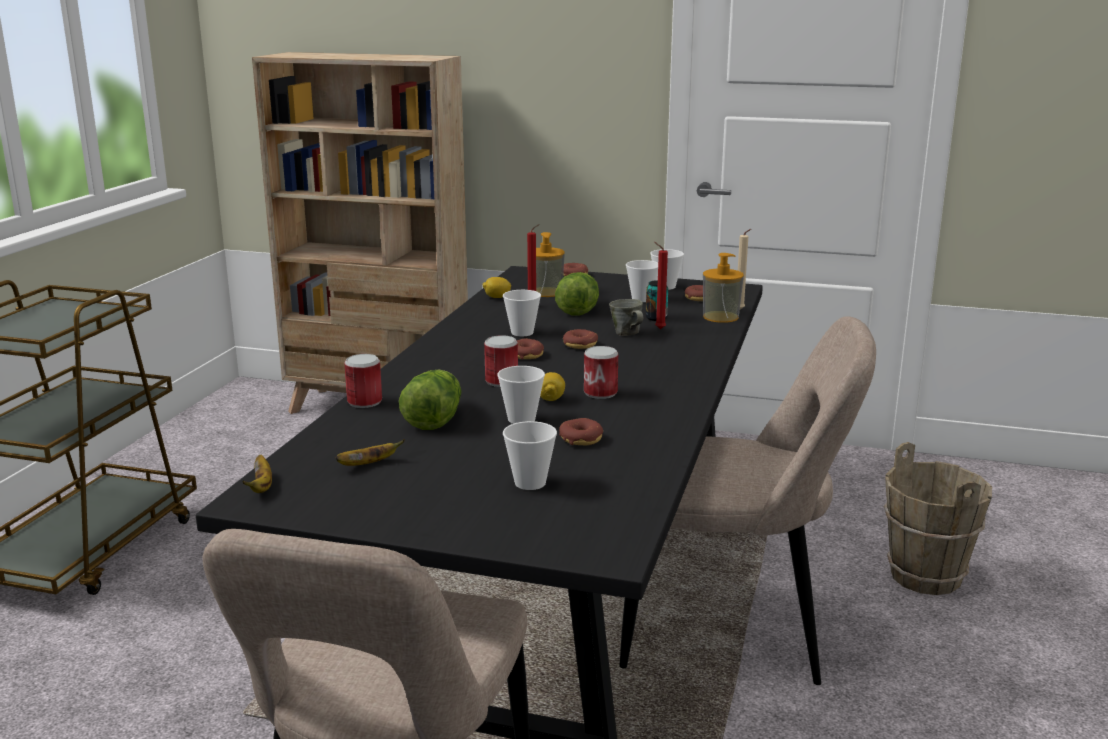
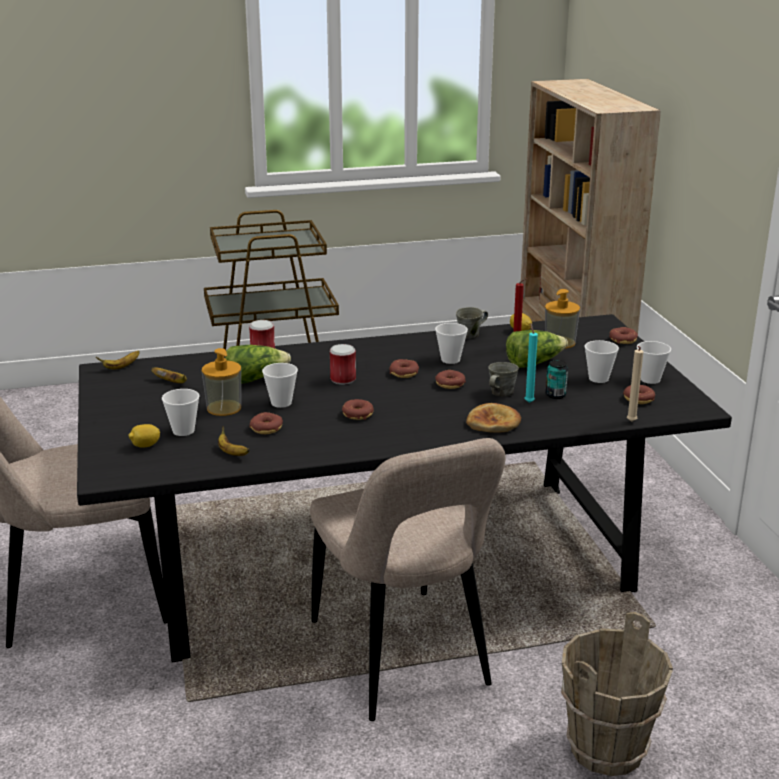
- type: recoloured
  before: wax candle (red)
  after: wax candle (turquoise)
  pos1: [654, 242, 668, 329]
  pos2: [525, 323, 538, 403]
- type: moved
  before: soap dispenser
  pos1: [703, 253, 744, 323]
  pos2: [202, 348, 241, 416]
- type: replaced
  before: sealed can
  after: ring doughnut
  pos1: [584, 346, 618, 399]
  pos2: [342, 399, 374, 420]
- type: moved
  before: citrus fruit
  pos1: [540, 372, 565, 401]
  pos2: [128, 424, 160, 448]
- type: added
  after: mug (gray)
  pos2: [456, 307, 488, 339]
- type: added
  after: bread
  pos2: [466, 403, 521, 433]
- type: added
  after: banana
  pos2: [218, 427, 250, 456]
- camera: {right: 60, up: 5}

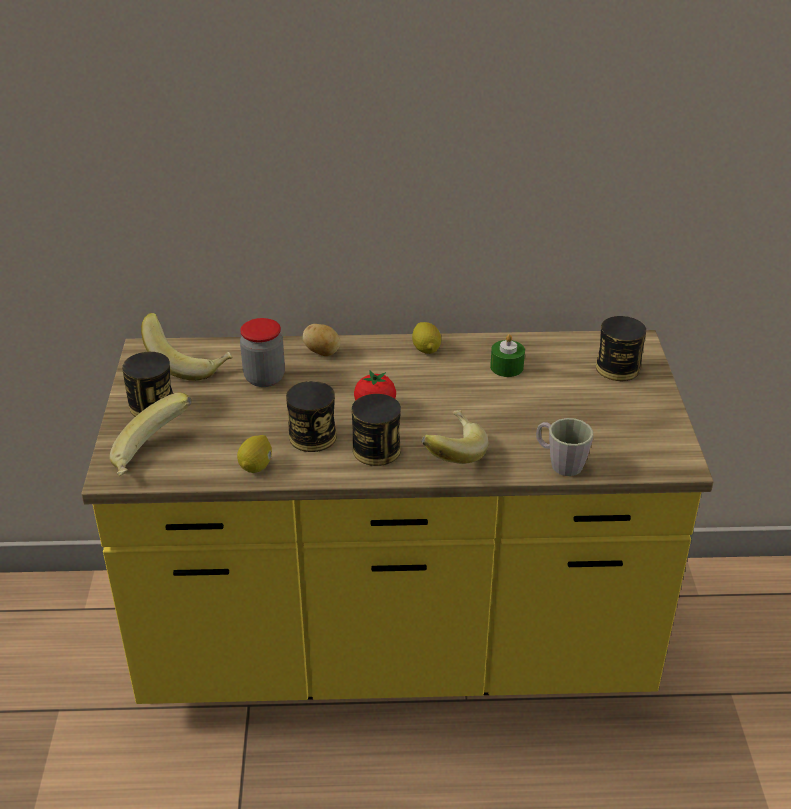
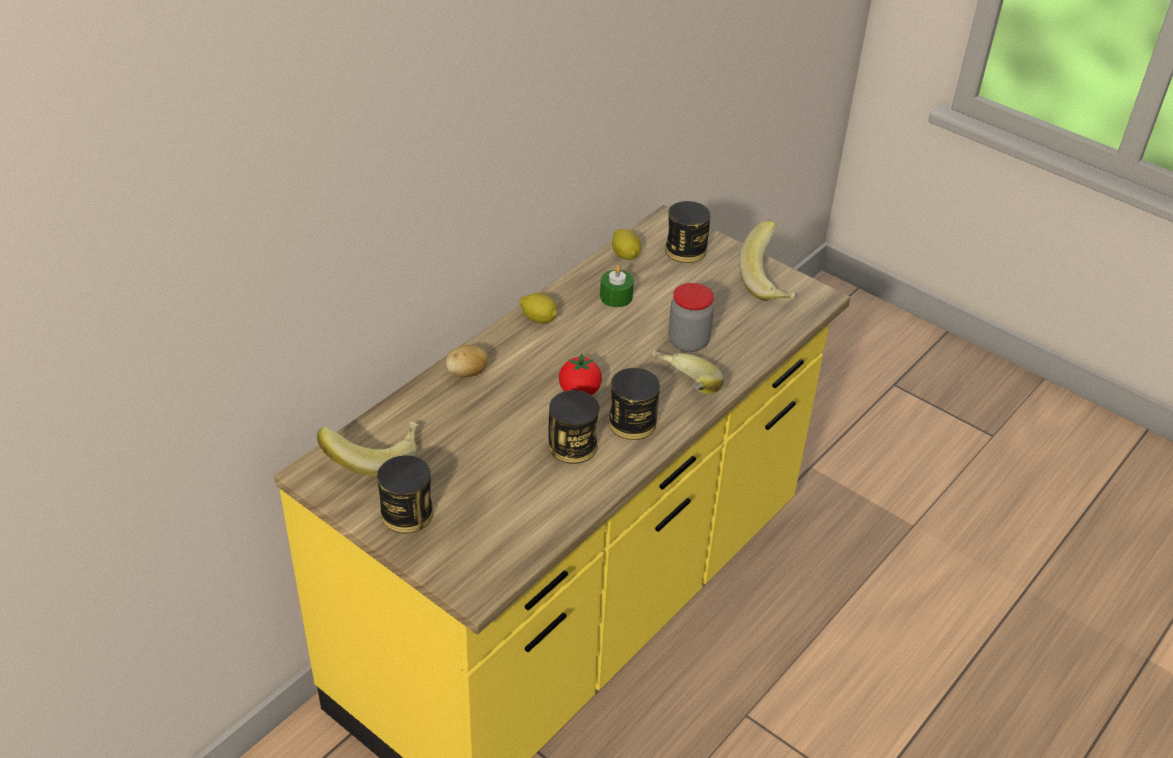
- type: moved
  before: jar
  pos1: [240, 318, 285, 387]
  pos2: [668, 283, 714, 352]
- type: moved
  before: banana
  pos1: [110, 393, 192, 476]
  pos2: [739, 221, 795, 301]
- type: removed
  before: mug (gray)
  pos1: [536, 418, 594, 476]
- type: moved
  before: citrus fruit
  pos1: [237, 435, 272, 473]
  pos2: [612, 229, 642, 260]
- camera: {right: -50, up: 5}

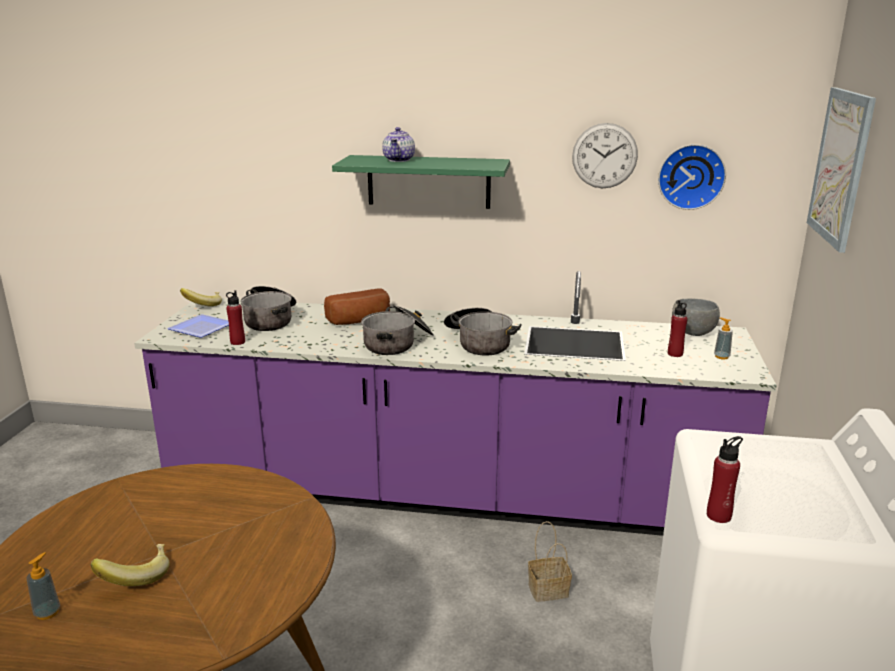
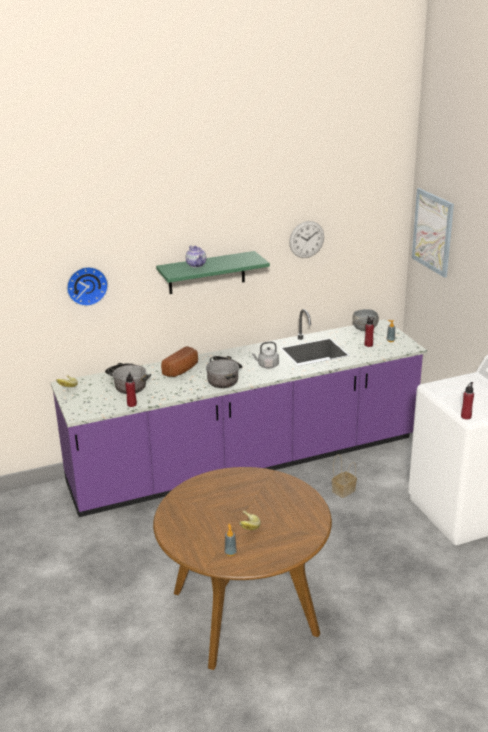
- type: moved
  before: clock on the wall
  pos1: [658, 144, 726, 210]
  pos2: [67, 267, 108, 306]
- type: replaced
  before: stockpot
  after: water kettle (gray)
  pos1: [444, 308, 522, 356]
  pos2: [252, 342, 279, 369]
- type: removed
  before: dinner plate
  pos1: [167, 314, 229, 338]
- camera: {right: -30, up: 5}

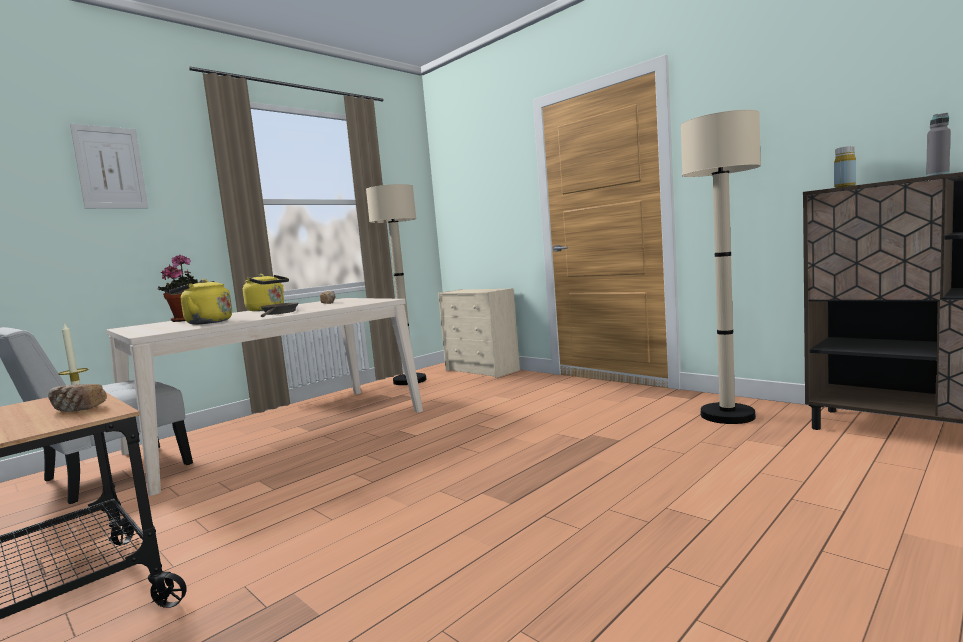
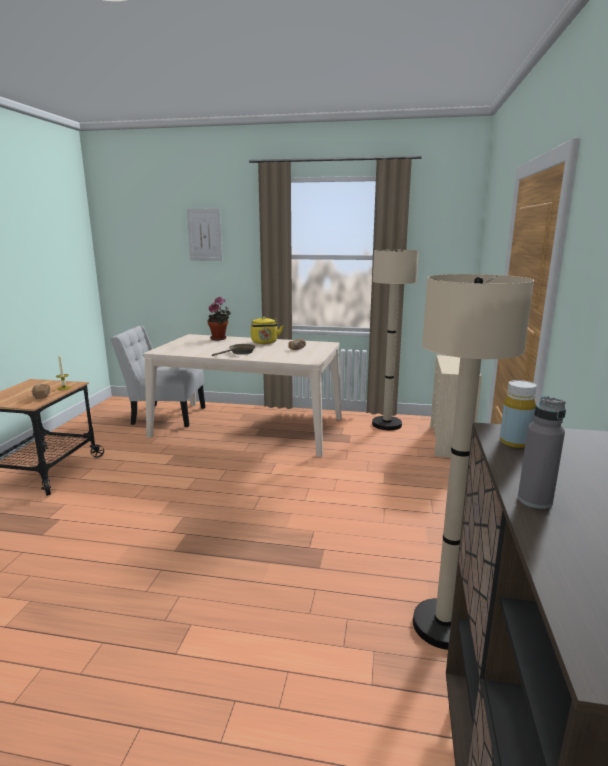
- type: removed
  before: water kettle (yellow-coloured)
  pos1: [169, 279, 232, 324]
- camera: {right: 55, up: 10}

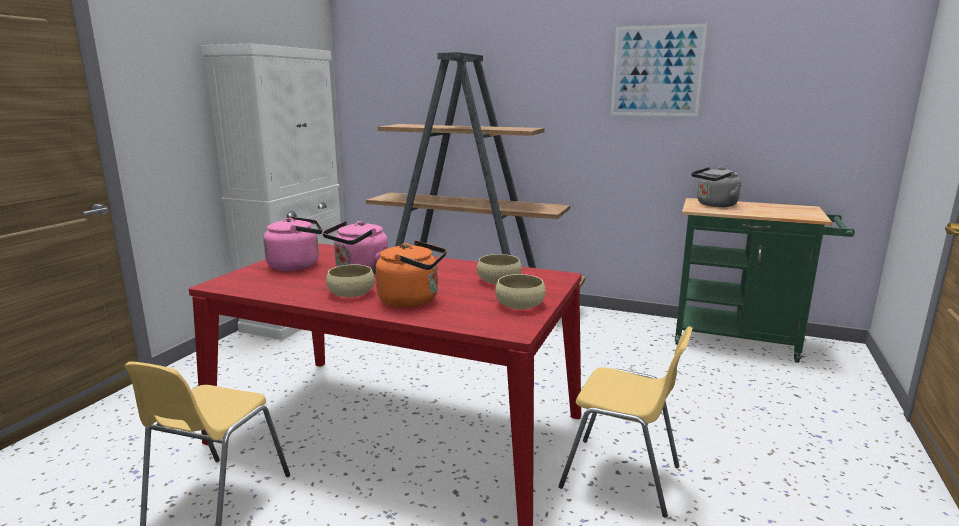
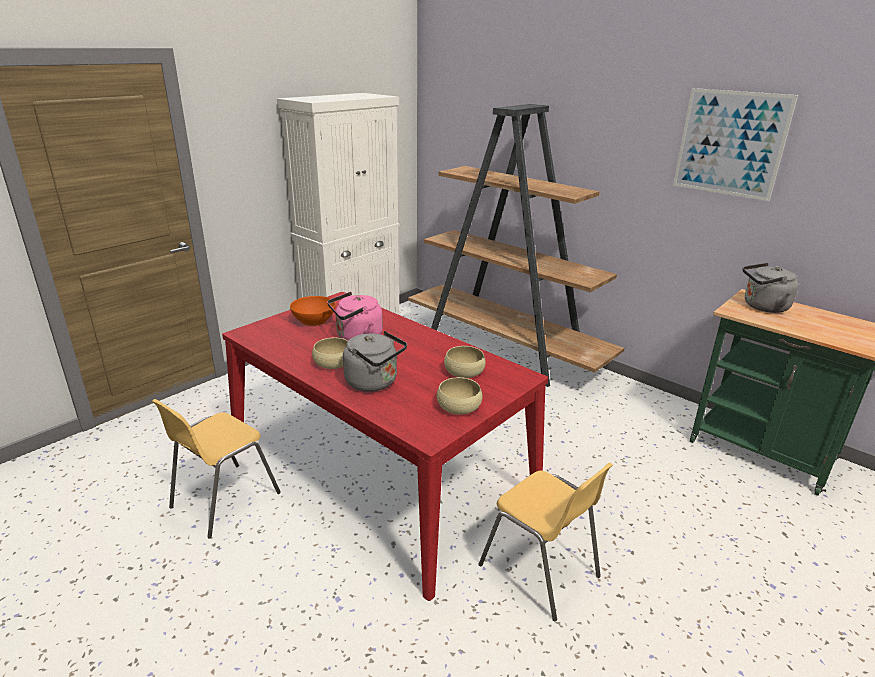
- type: replaced
  before: water kettle (pink)
  after: deep dish (orange-coloured)
  pos1: [264, 216, 322, 271]
  pos2: [290, 296, 336, 326]
- type: recoloured
  before: water kettle (orange-coloured)
  after: water kettle (gray)
  pos1: [376, 241, 447, 308]
  pos2: [343, 331, 407, 392]
- camera: {right: 20, up: 10}

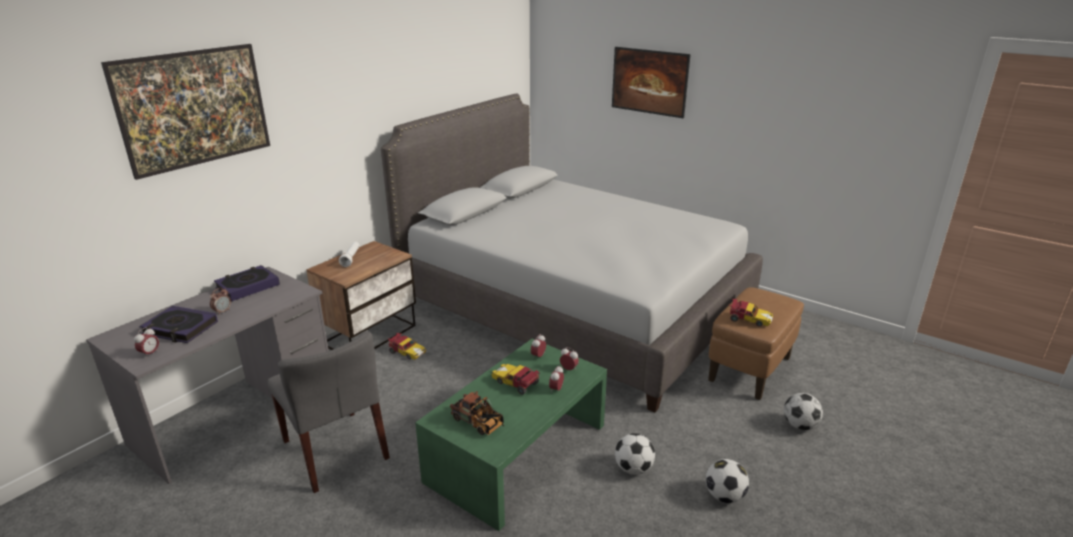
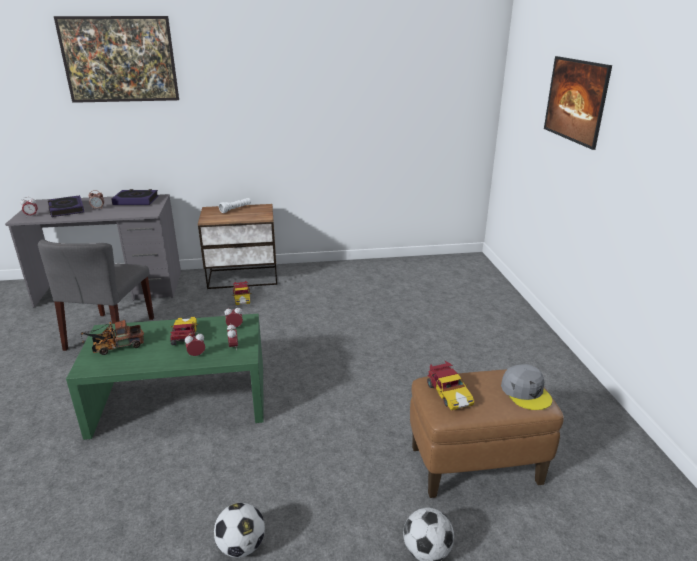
- type: removed
  before: sleeping bed (gray)
  pos1: [381, 93, 763, 412]
- type: turned
  before: toy truck
  pos1: [450, 391, 504, 435]
  pos2: [81, 320, 144, 355]
  turn: 75
- type: removed
  before: ball for football
  pos1: [615, 433, 655, 475]
- type: added
  after: cap (gray)
  pos2: [501, 364, 552, 410]
- camera: {right: 45, up: 0}

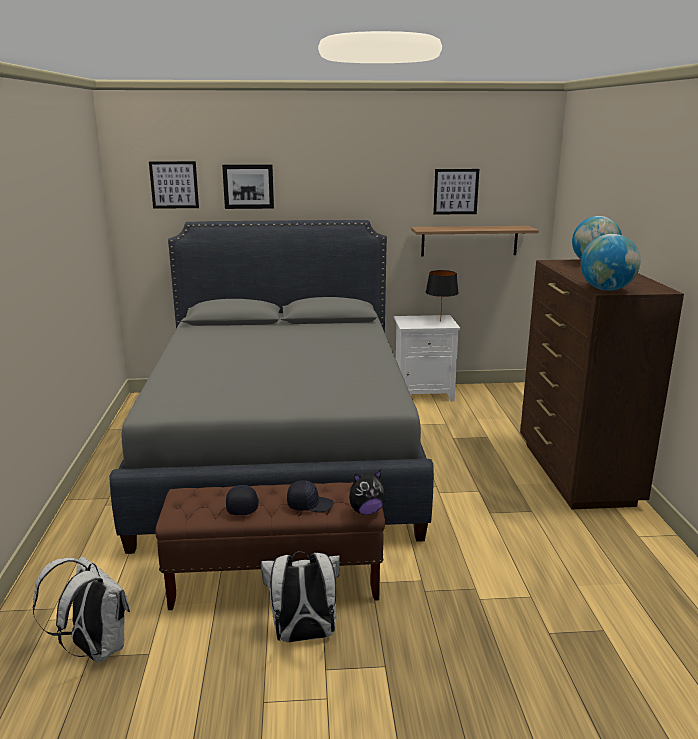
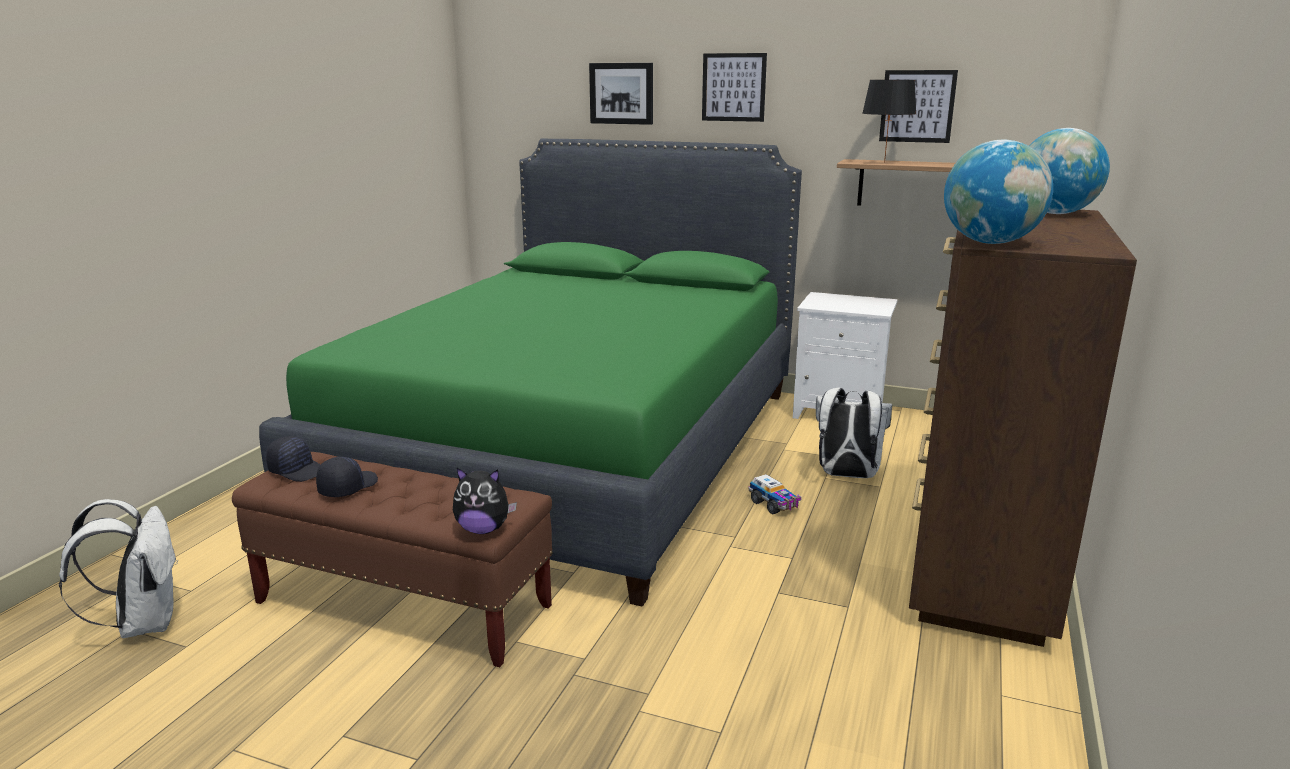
- type: moved
  before: picture
  pos1: [149, 161, 199, 209]
  pos2: [702, 53, 767, 122]
- type: recoloured
  before: sleeping bed (gray)
  after: sleeping bed (green)
  pos1: [109, 220, 434, 554]
  pos2: [259, 139, 802, 607]
- type: moved
  before: table lamp (blackish)
  pos1: [426, 270, 459, 322]
  pos2: [862, 80, 917, 163]
- type: moved
  before: cap (blackish)
  pos1: [287, 480, 334, 512]
  pos2: [266, 436, 321, 482]
- type: moved
  before: backpack (white-coloured)
  pos1: [261, 551, 340, 642]
  pos2: [816, 388, 892, 478]
- type: added
  after: toy truck
  pos2: [748, 474, 802, 514]
- camera: {right: 25, up: 0}

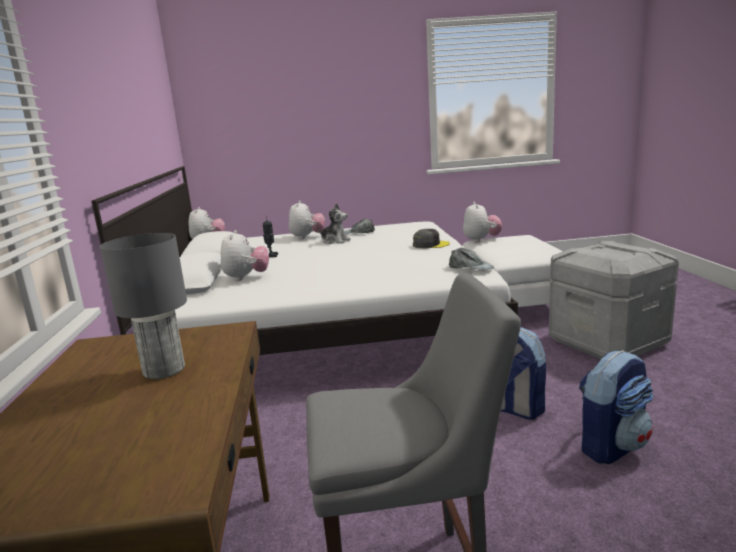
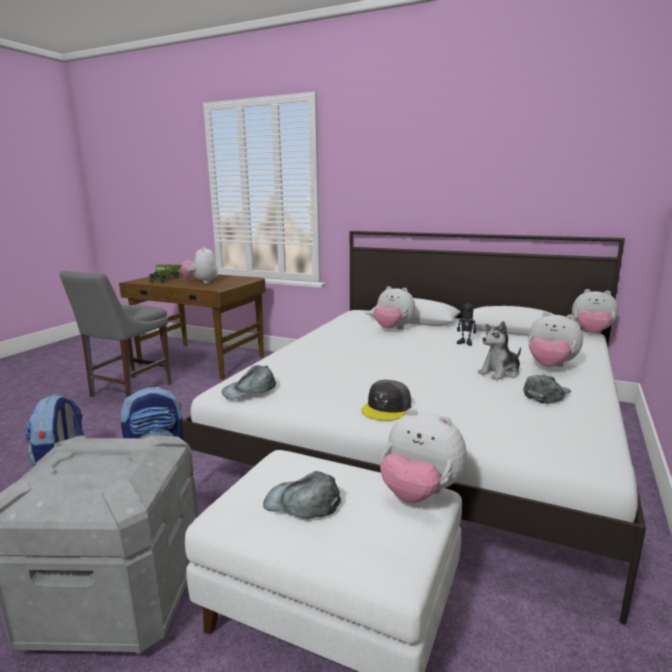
- type: replaced
  before: table lamp (gray)
  after: soft toy
  pos1: [100, 233, 187, 379]
  pos2: [181, 246, 218, 284]
- type: added
  after: toy truck
  pos2: [149, 264, 182, 283]
- type: added
  after: cap (gray)
  pos2: [263, 471, 341, 519]
- camera: {right: 120, up: 0}

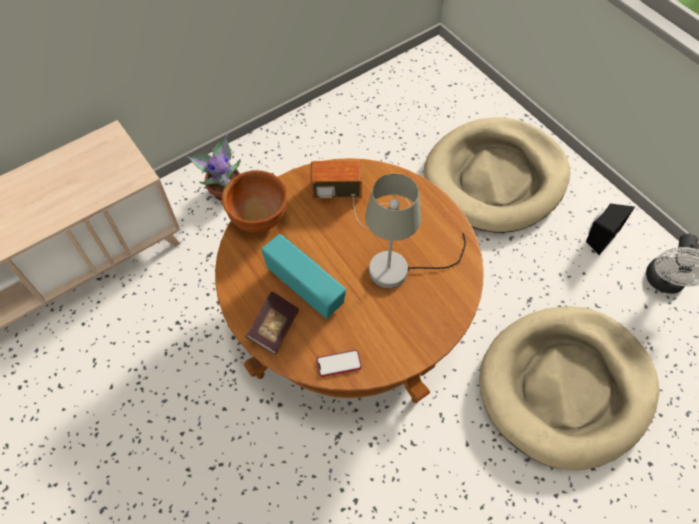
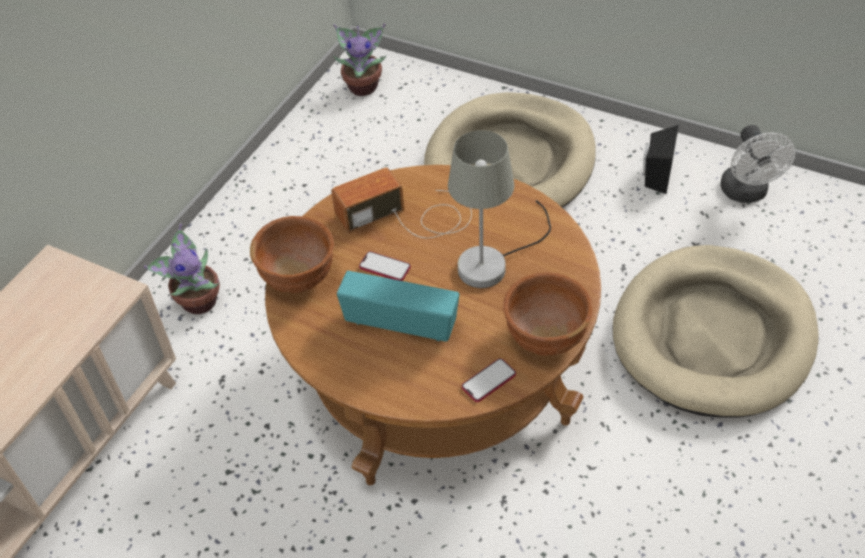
- type: removed
  before: volume
  pos1: [246, 291, 299, 354]
- type: added
  after: potted plant
  pos2: [333, 23, 386, 96]
- type: added
  after: telephone
  pos2: [359, 251, 411, 281]
- type: added
  after: deep dish (brown)
  pos2: [503, 272, 593, 356]
- camera: {right: -25, up: -10}

